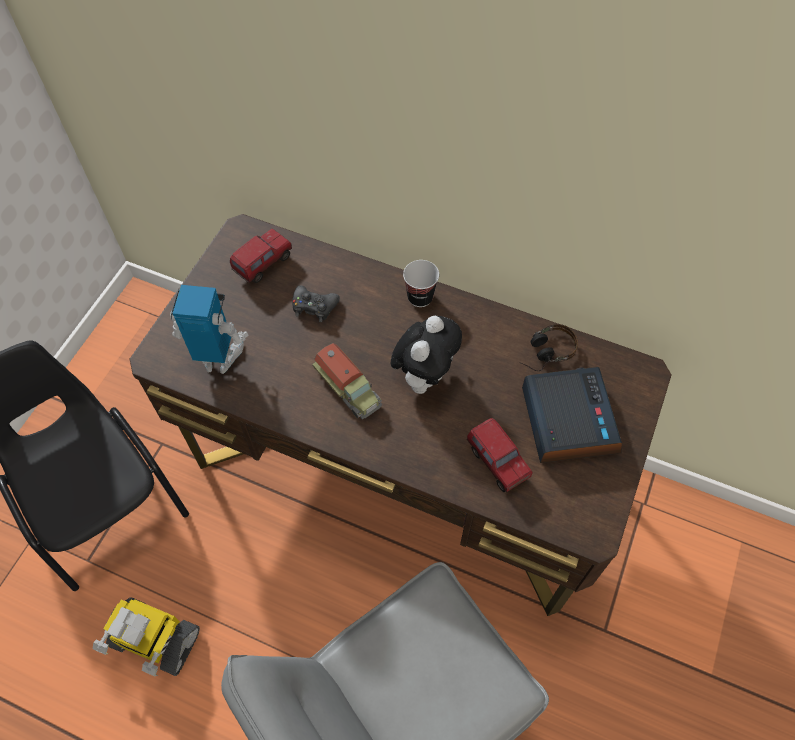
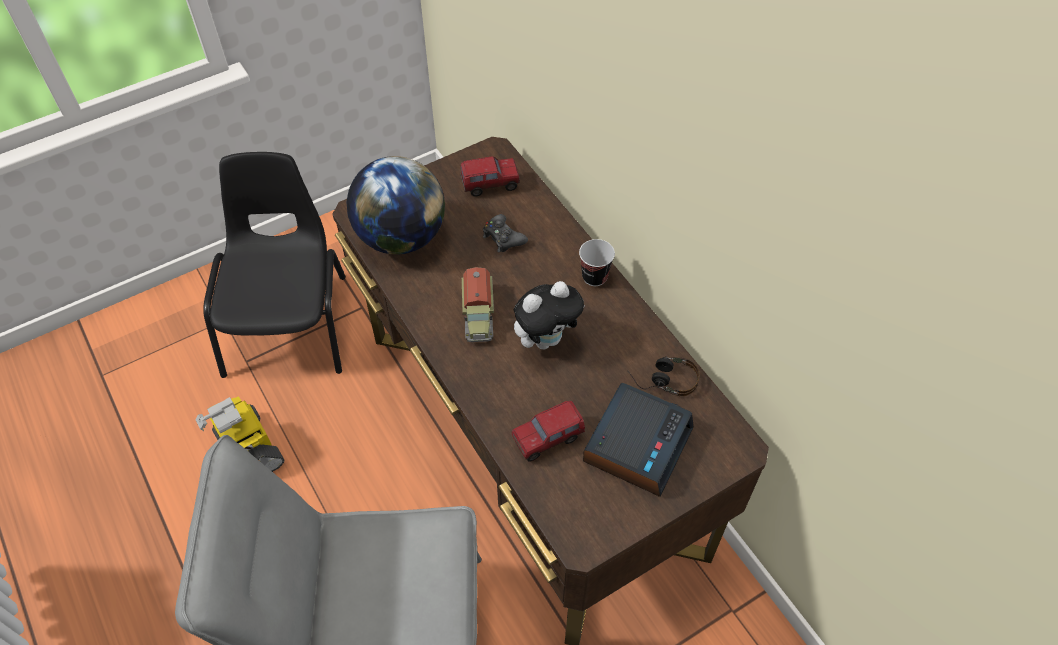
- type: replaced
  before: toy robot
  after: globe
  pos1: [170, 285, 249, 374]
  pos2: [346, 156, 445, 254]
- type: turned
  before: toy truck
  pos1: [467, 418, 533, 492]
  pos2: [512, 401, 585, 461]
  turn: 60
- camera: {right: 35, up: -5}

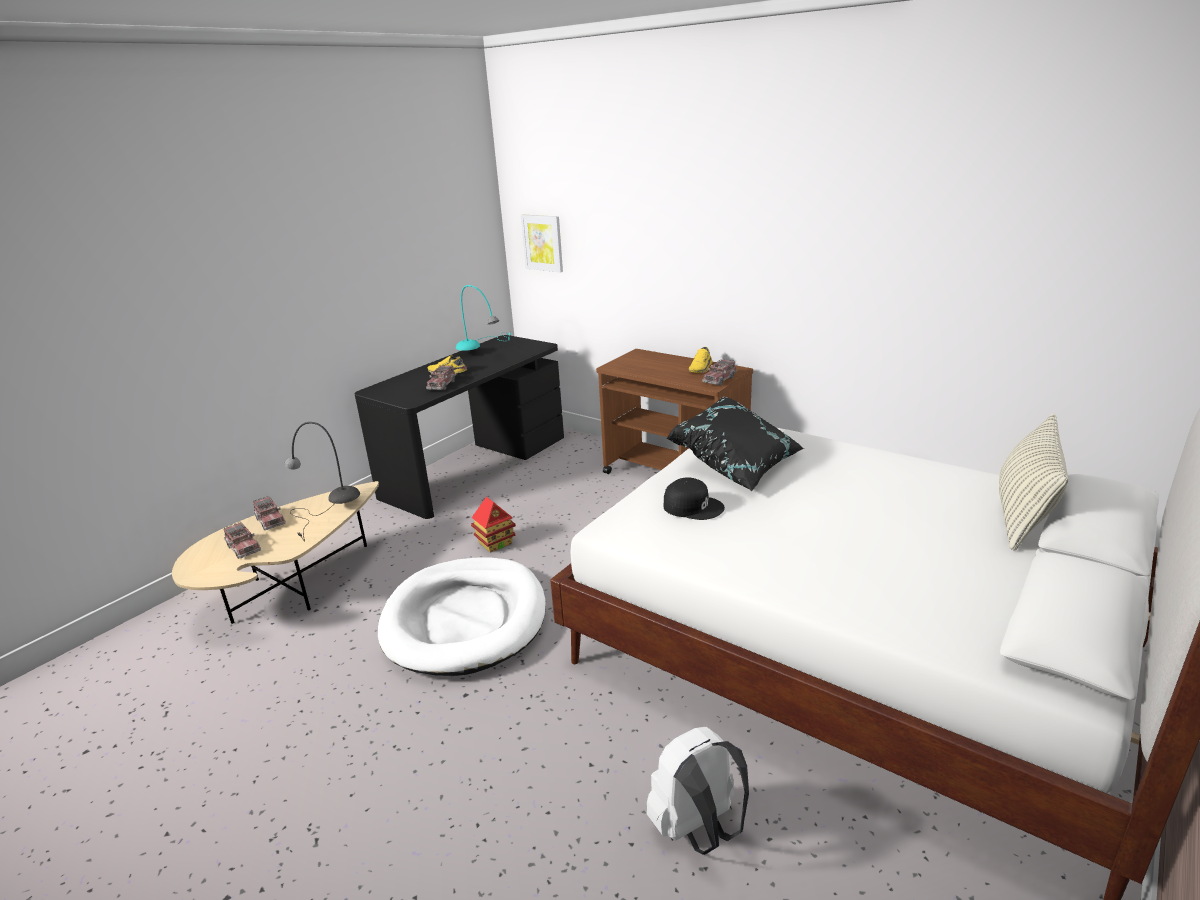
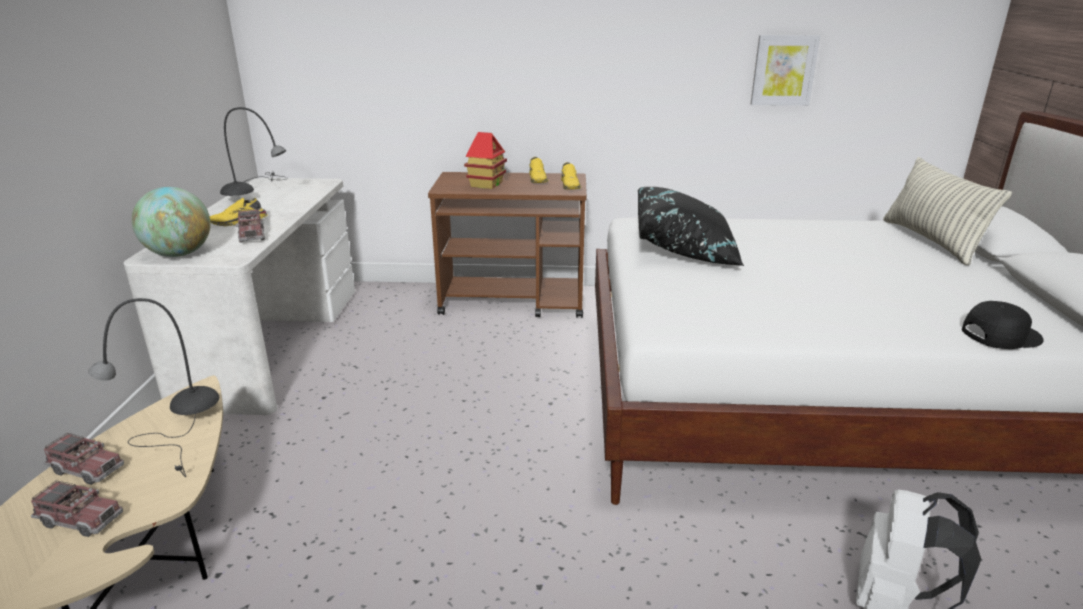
- type: moved
  before: picture
  pos1: [521, 214, 563, 273]
  pos2: [751, 35, 820, 106]
- type: recoloured
  before: table lamp (turquoise)
  after: table lamp (gray)
  pos1: [456, 285, 511, 351]
  pos2: [220, 107, 288, 196]
- type: recoloured
  before: desk (blackish)
  after: desk (white-coloured)
  pos1: [355, 335, 564, 519]
  pos2: [123, 178, 355, 415]
- type: replaced
  before: toy truck
  after: low shoe (yellow-coloured)
  pos1: [702, 359, 737, 386]
  pos2: [561, 162, 581, 190]
- type: moved
  before: cap (blackish)
  pos1: [664, 477, 725, 520]
  pos2: [962, 301, 1044, 349]
- type: moved
  before: miniature house
  pos1: [471, 497, 516, 553]
  pos2: [464, 132, 507, 189]
- type: removed
  before: dog bed (white-coloured)
  pos1: [378, 557, 546, 676]
- type: added
  after: globe
  pos2: [132, 187, 210, 257]
- camera: {right: -35, up: 0}

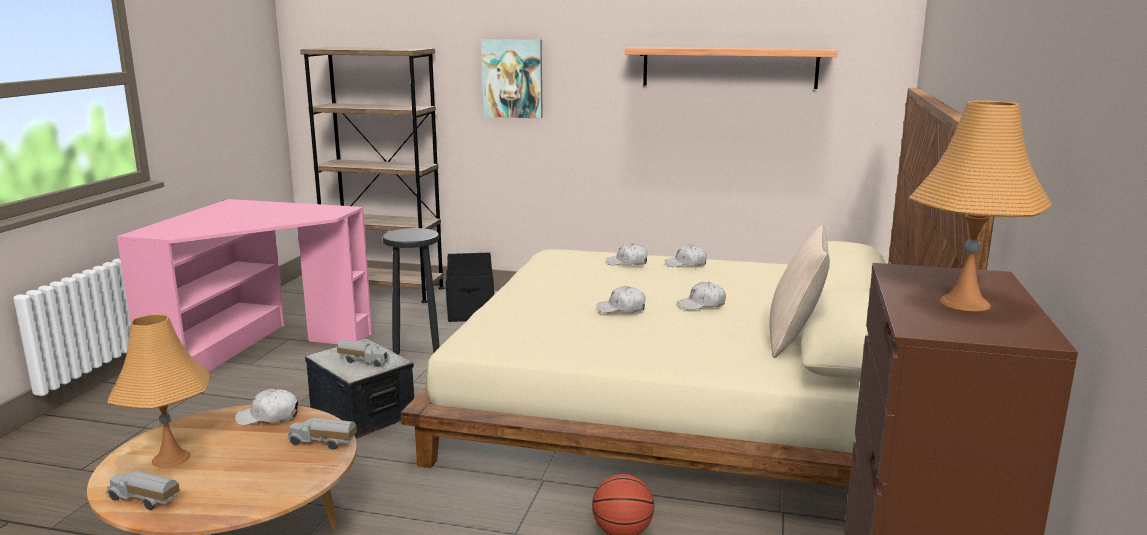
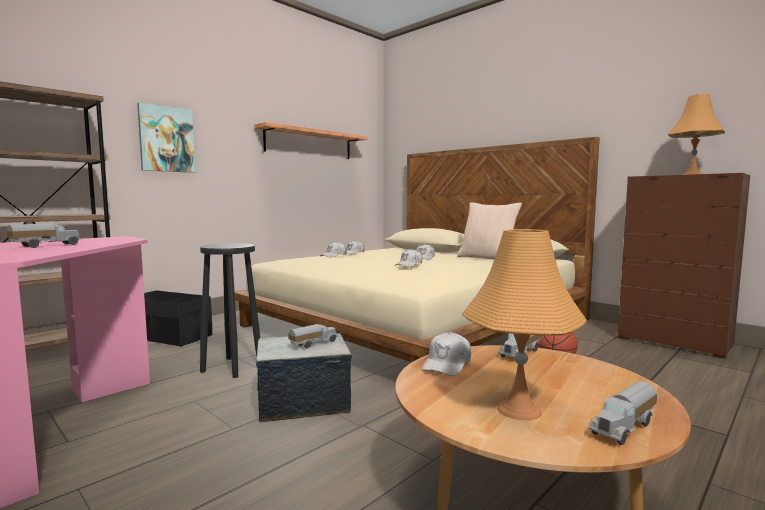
- type: added
  after: toy truck
  pos2: [7, 223, 82, 248]
- camera: {right: -60, up: -10}

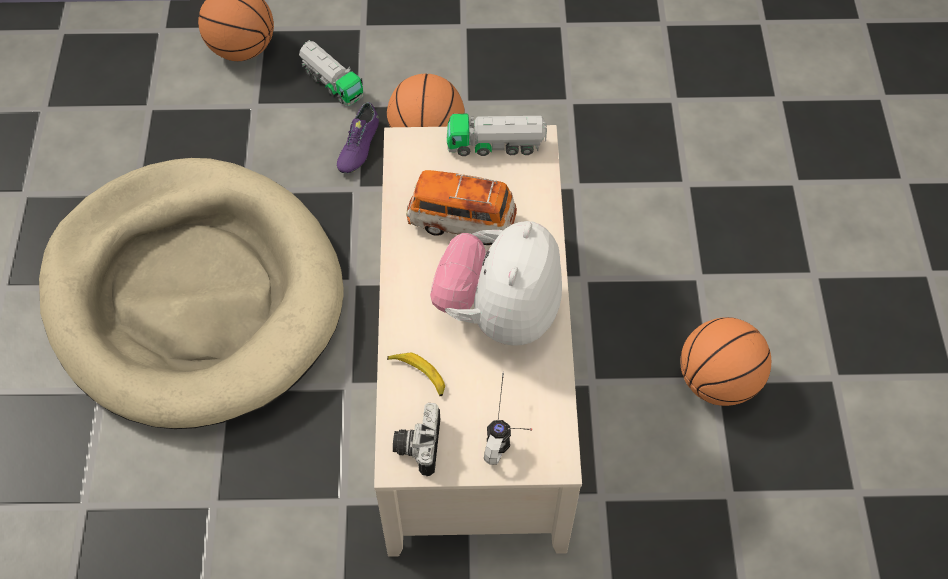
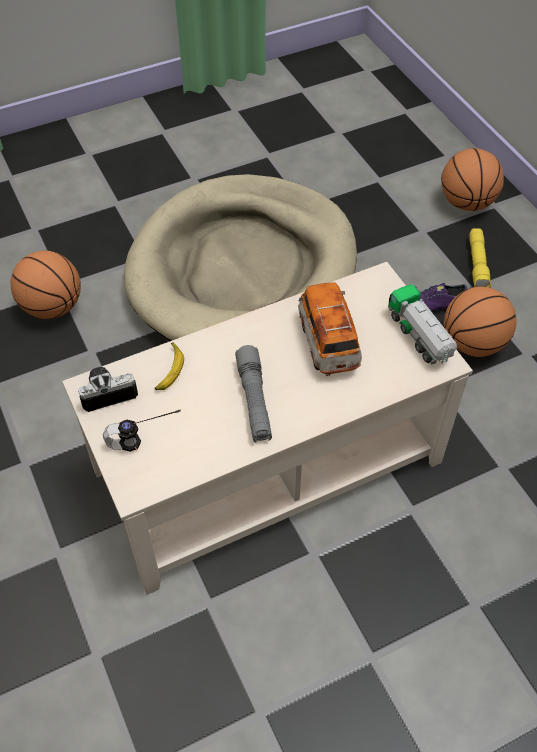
- type: replaced
  before: toy truck
  after: flashlight (yellow-coloured)
  pos1: [299, 40, 364, 106]
  pos2: [469, 228, 491, 288]
- type: replaced
  before: soft toy
  after: flashlight (gray)
  pos1: [430, 221, 562, 346]
  pos2: [235, 345, 272, 443]
- type: moved
  before: basketball ball
  pos1: [680, 317, 771, 406]
  pos2: [11, 251, 81, 319]
- camera: {right: 65, up: -5}

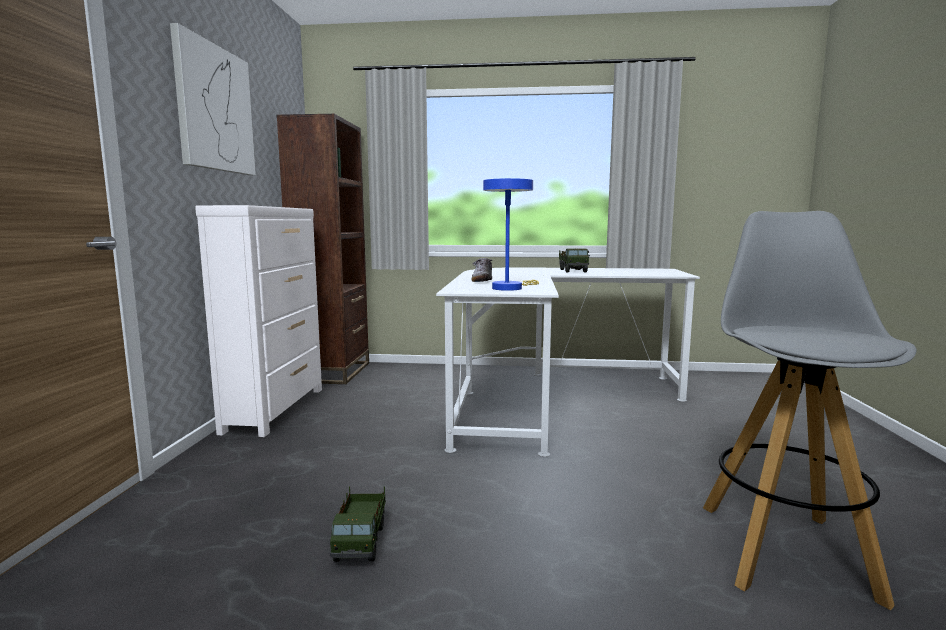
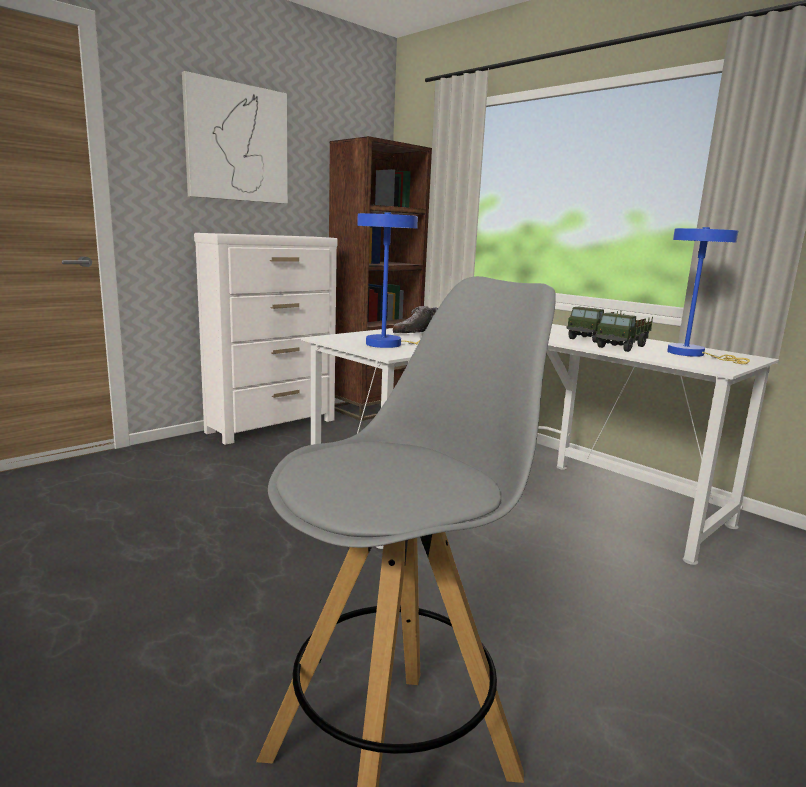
- type: moved
  before: toy truck
  pos1: [330, 486, 386, 562]
  pos2: [595, 313, 653, 352]
- type: added
  after: table lamp (blue)
  pos2: [667, 227, 750, 364]
- camera: {right: 40, up: 5}

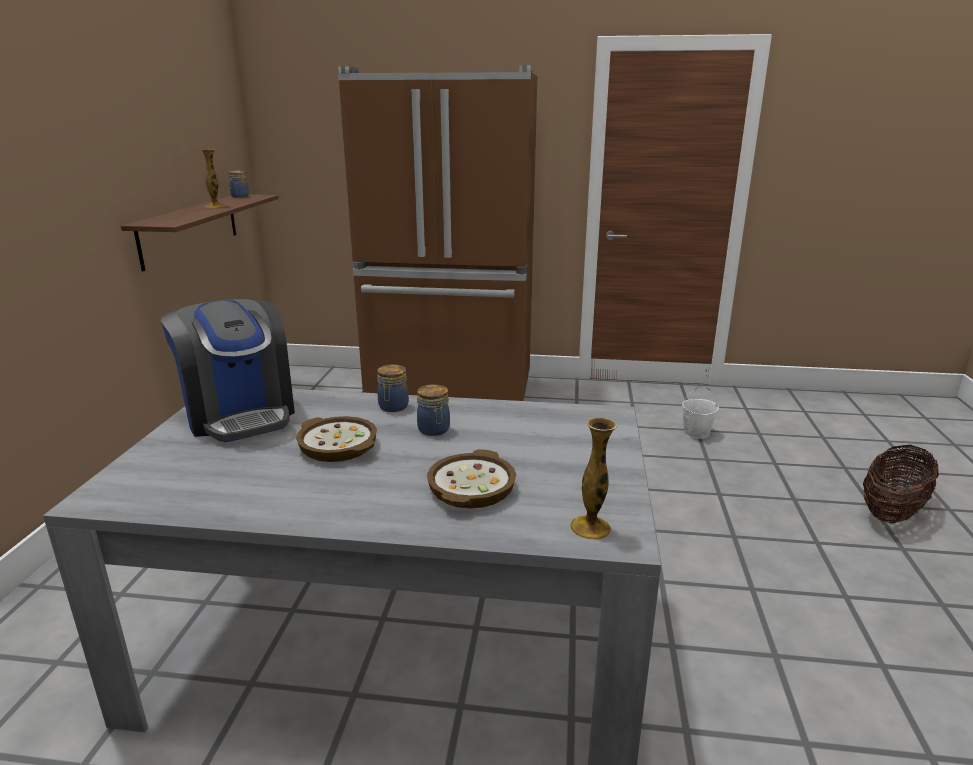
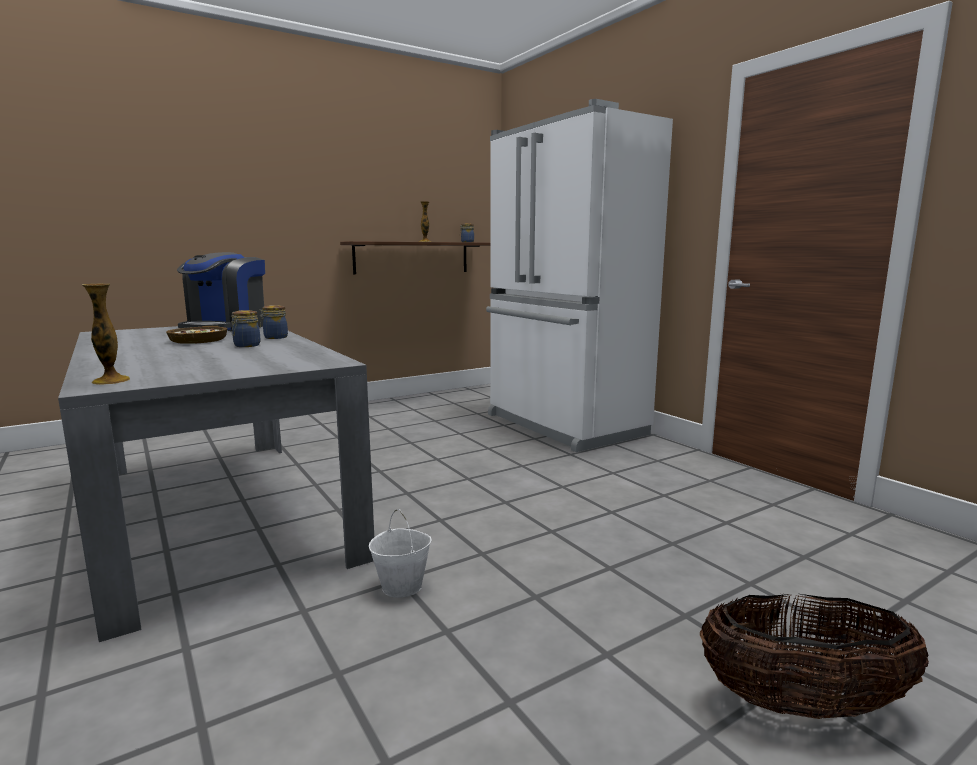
- type: recoloured
  before: kitchen fridge (brown)
  after: kitchen fridge (white-coloured)
  pos1: [338, 65, 537, 401]
  pos2: [486, 99, 673, 452]
- type: moved
  before: bucket (white-coloured)
  pos1: [682, 386, 719, 439]
  pos2: [369, 509, 431, 598]
- type: removed
  before: deep dish
  pos1: [427, 449, 516, 509]
- camera: {right: 50, up: -10}

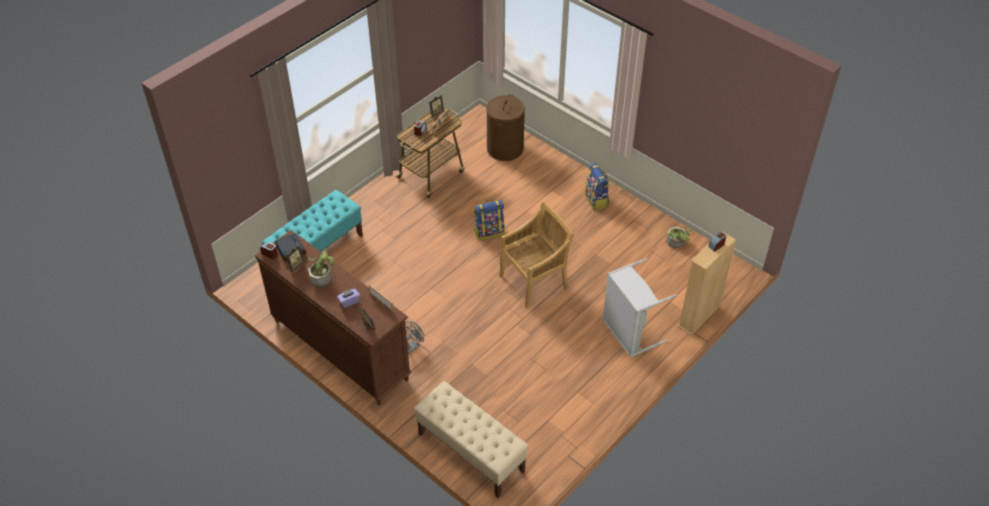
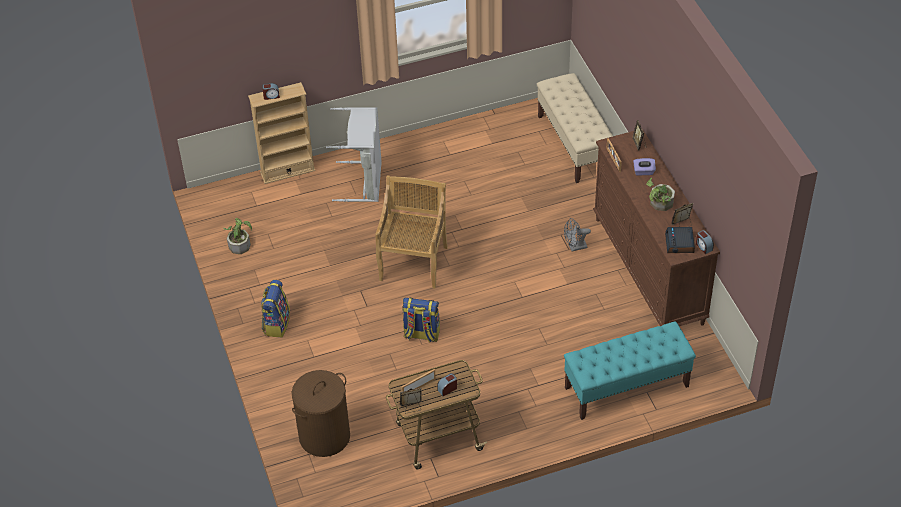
- type: turned
  before: chair (sand-coloured)
  pos1: [499, 201, 574, 309]
  pos2: [375, 175, 448, 289]
  turn: 105
- camera: {right: -150, up: 0}

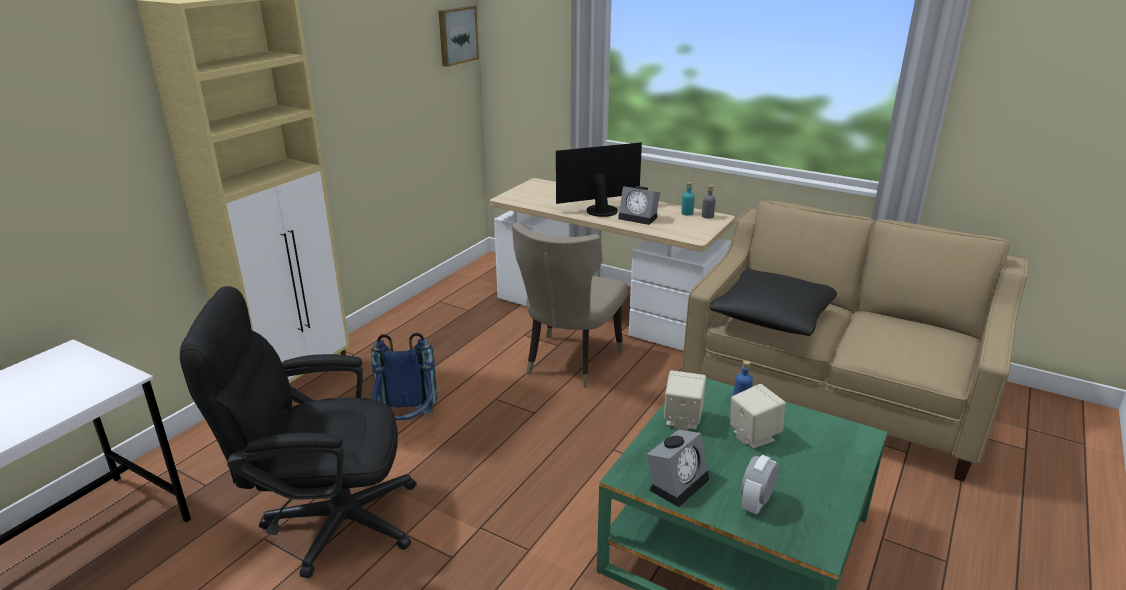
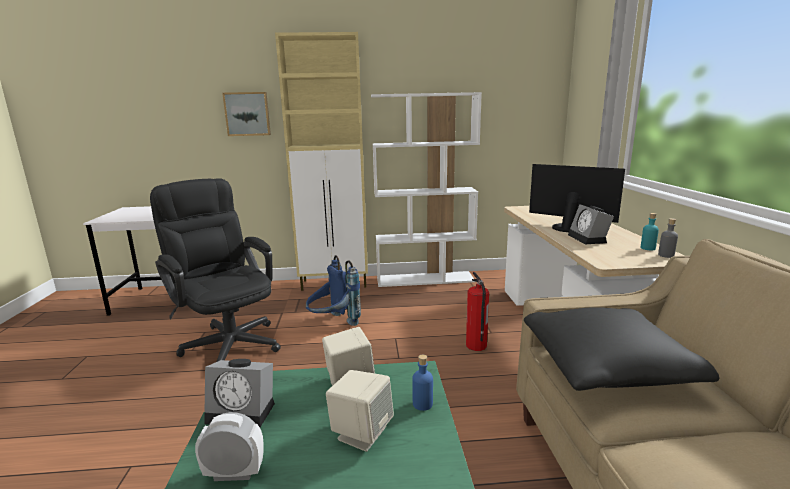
- type: moved
  before: picture
  pos1: [439, 6, 479, 67]
  pos2: [222, 92, 271, 136]
- type: replaced
  before: chair (sand-coloured)
  after: fire-fighting cylinder
  pos1: [512, 222, 628, 388]
  pos2: [466, 272, 489, 351]
- type: added
  after: shelving unit (white-coloured)
  pos2: [371, 92, 482, 287]
- camera: {right: 55, up: -10}

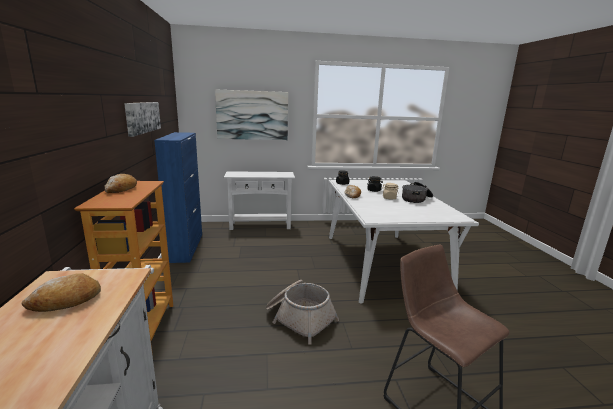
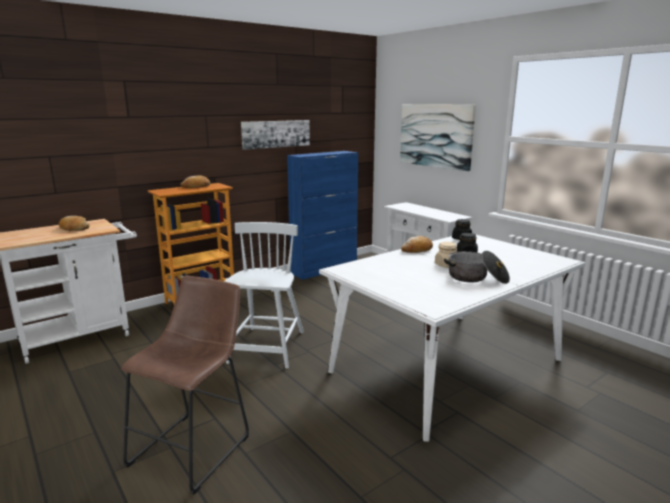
- type: replaced
  before: basket
  after: chair (white-coloured)
  pos1: [265, 280, 339, 345]
  pos2: [225, 222, 304, 369]
- camera: {right: 60, up: 0}

